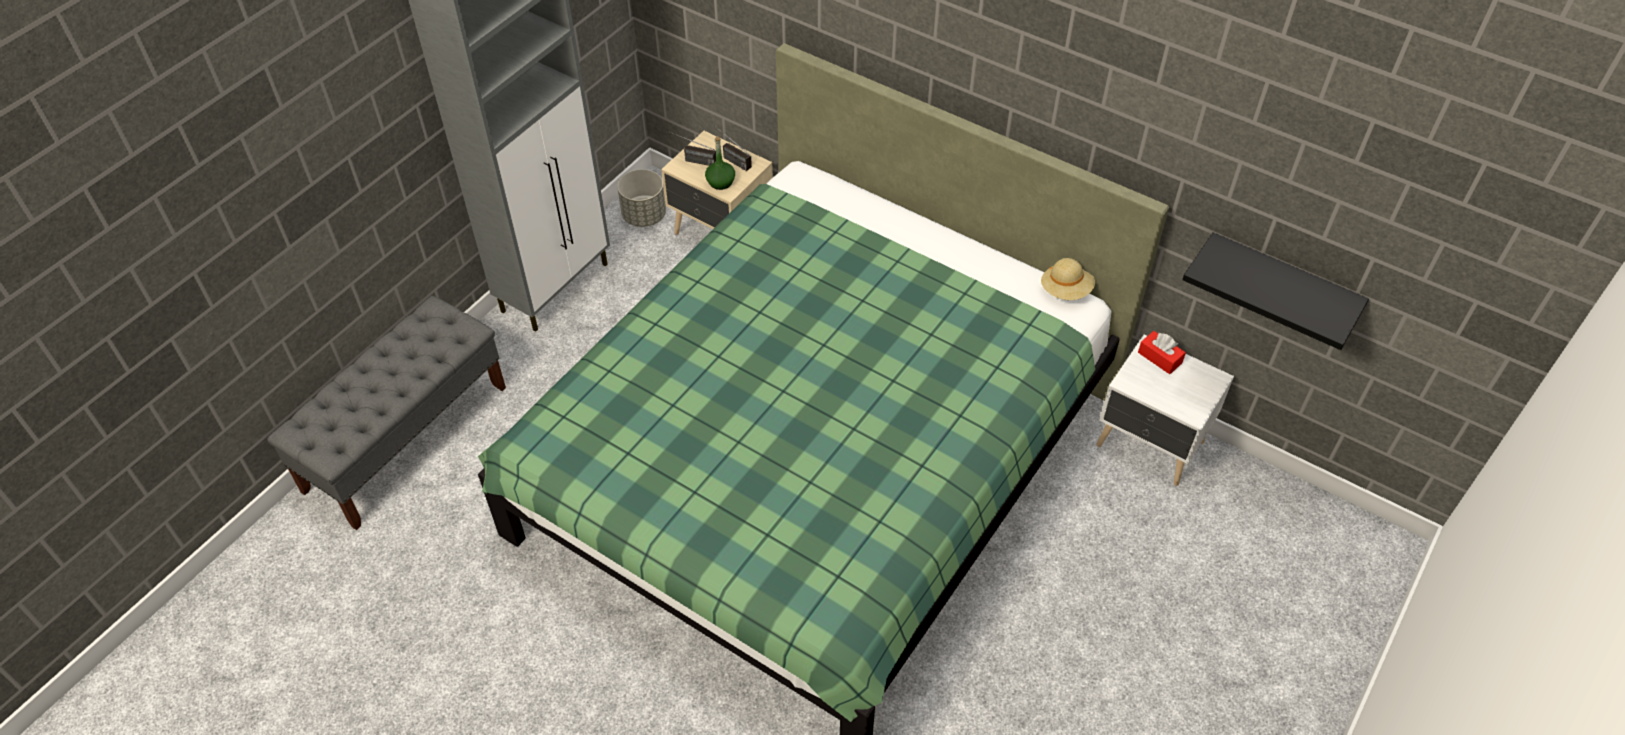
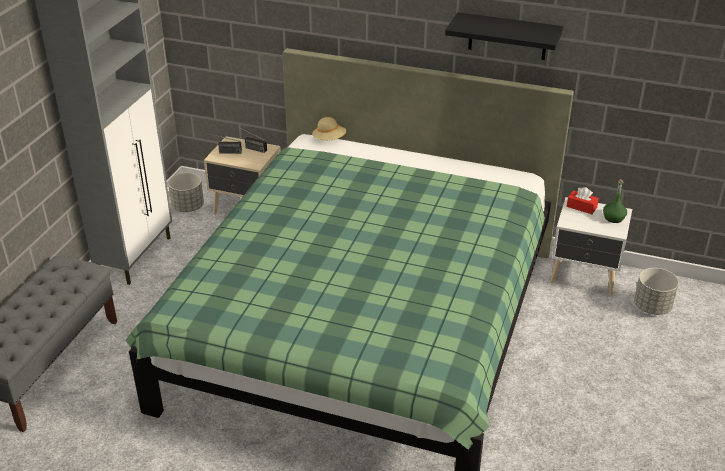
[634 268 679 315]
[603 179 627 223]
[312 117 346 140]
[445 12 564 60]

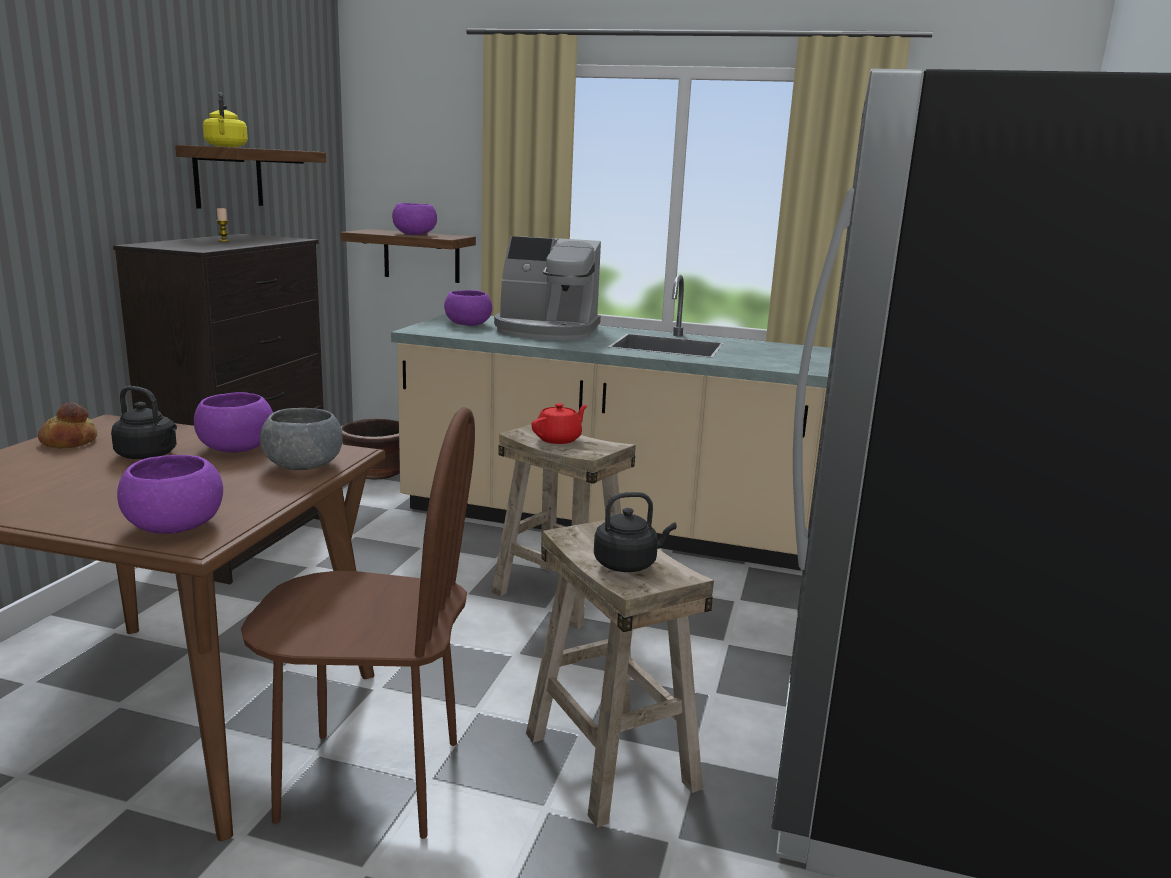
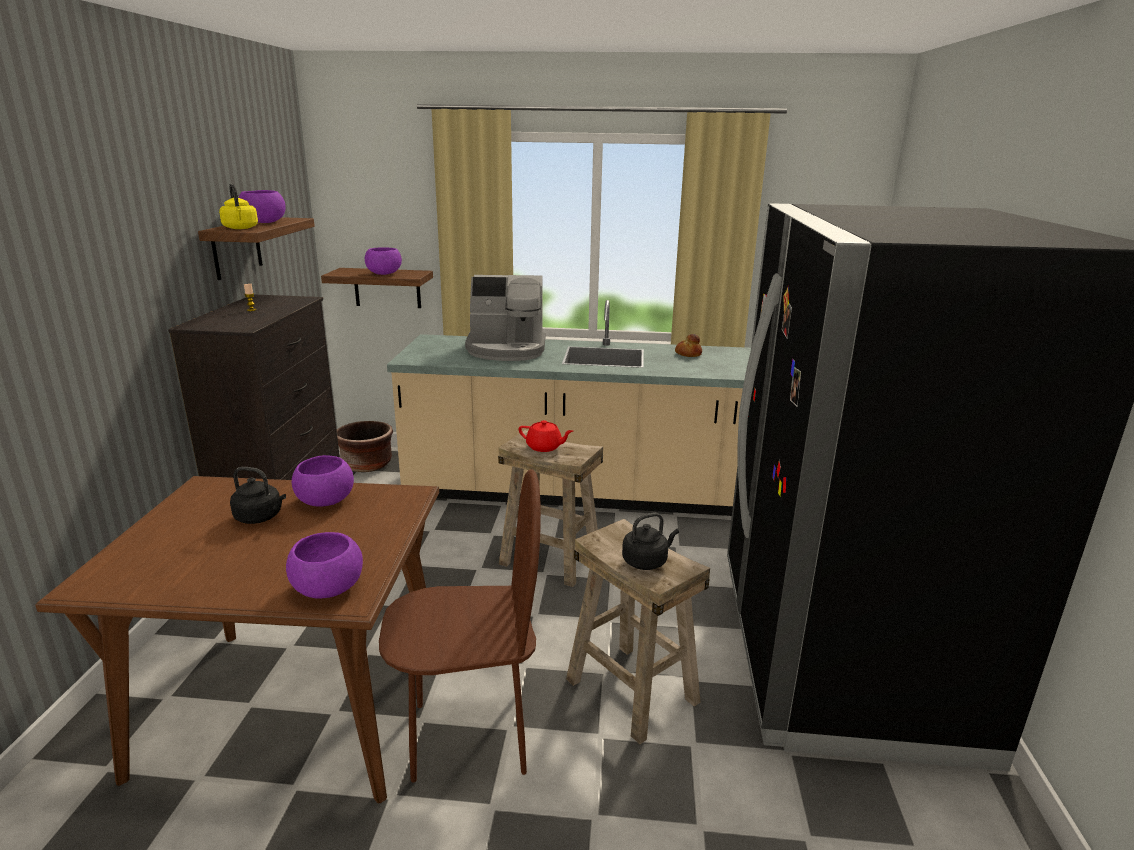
[260 408 343 470] (first image)
[675 334 702 357]
[239 190 286 223]
[519 420 573 452]

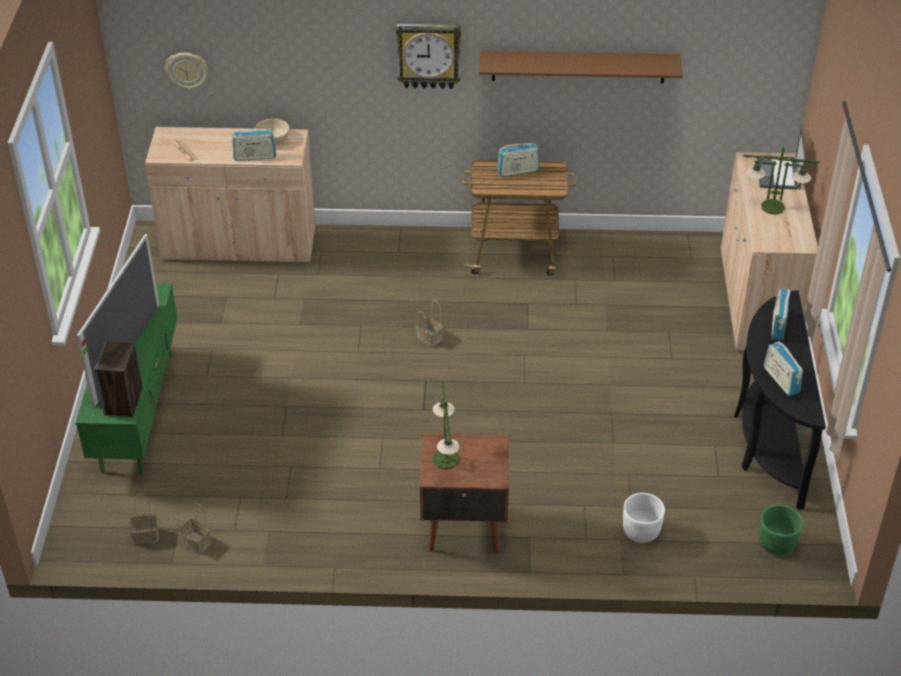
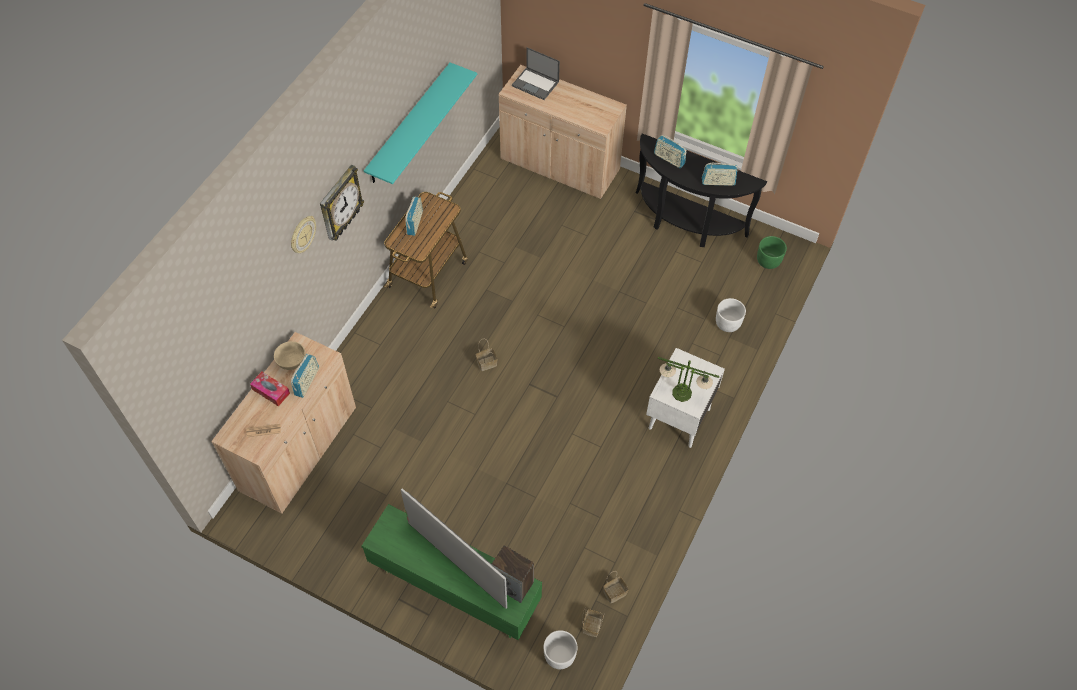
[743 147 820 215] (first image)
[250 372 290 406]
[544 630 578 669]
[291 216 316 253]
[646 348 725 448]
[364 62 477 184]

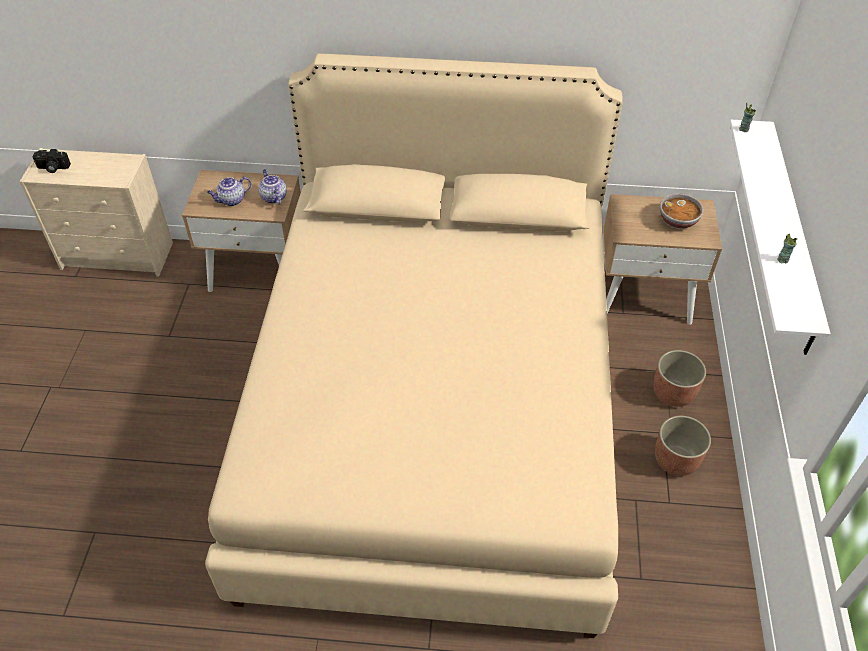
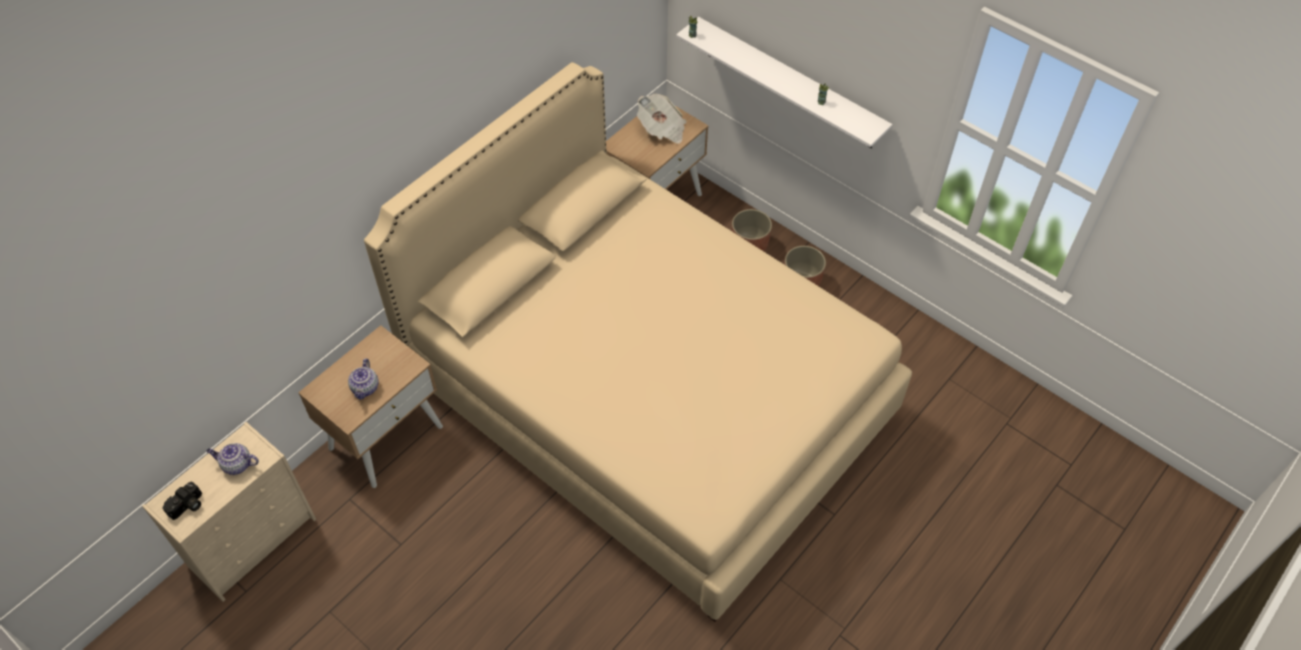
[206 443 259 475]
[637 94 686 144]

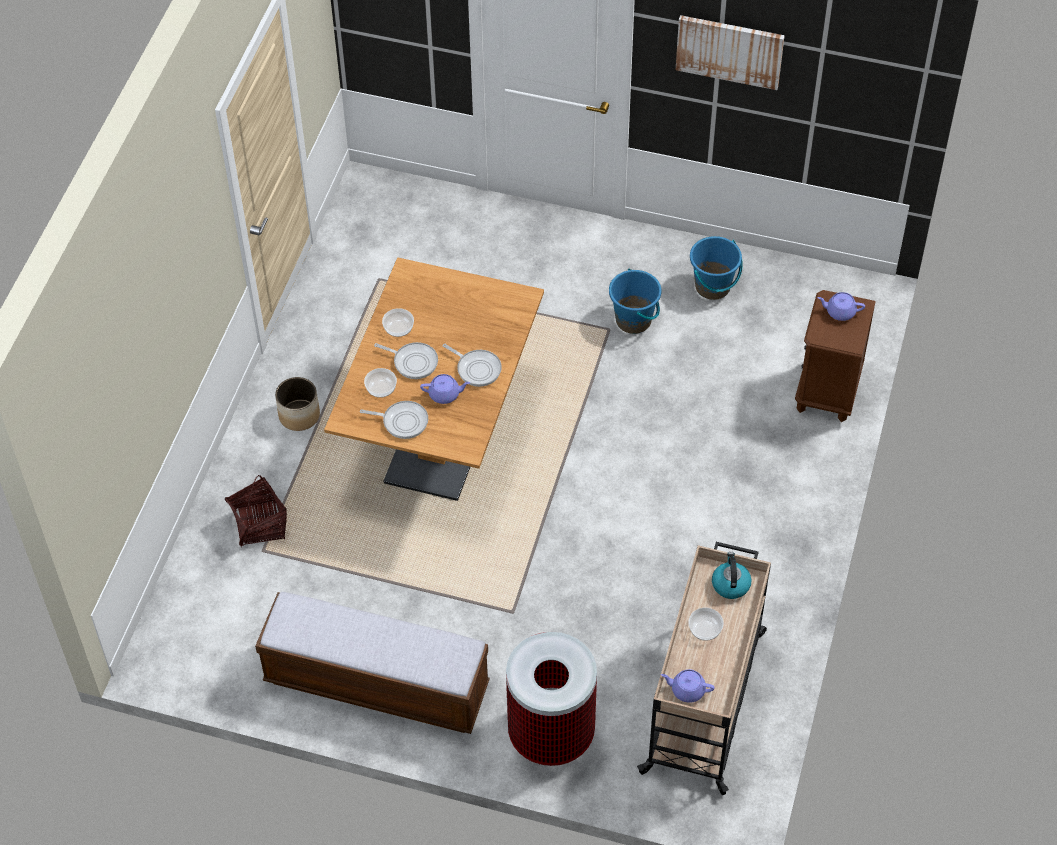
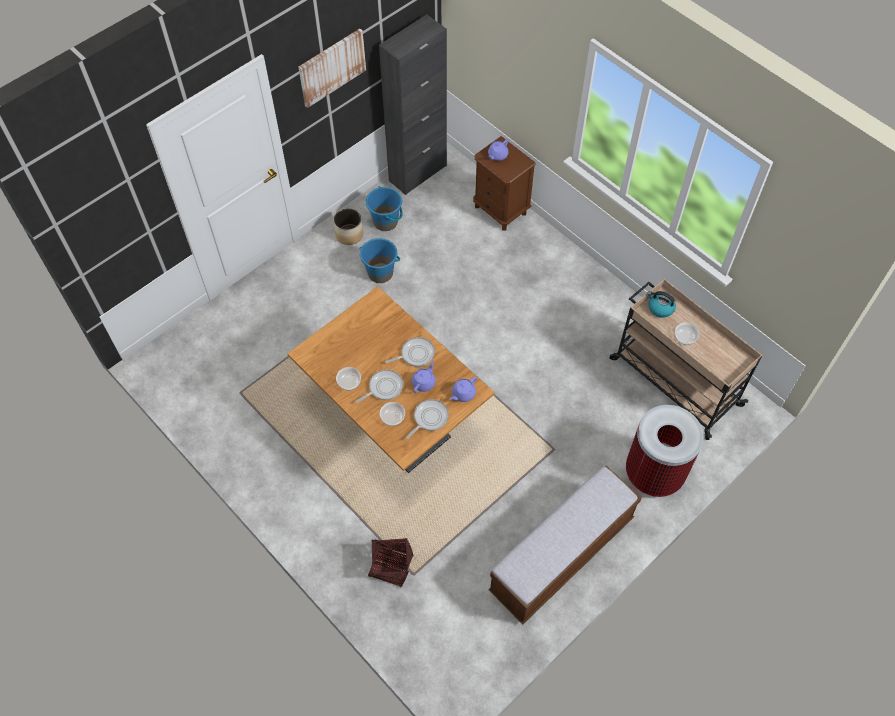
[379 15 447 195]
[333 208 363 245]
[450 376 477 402]

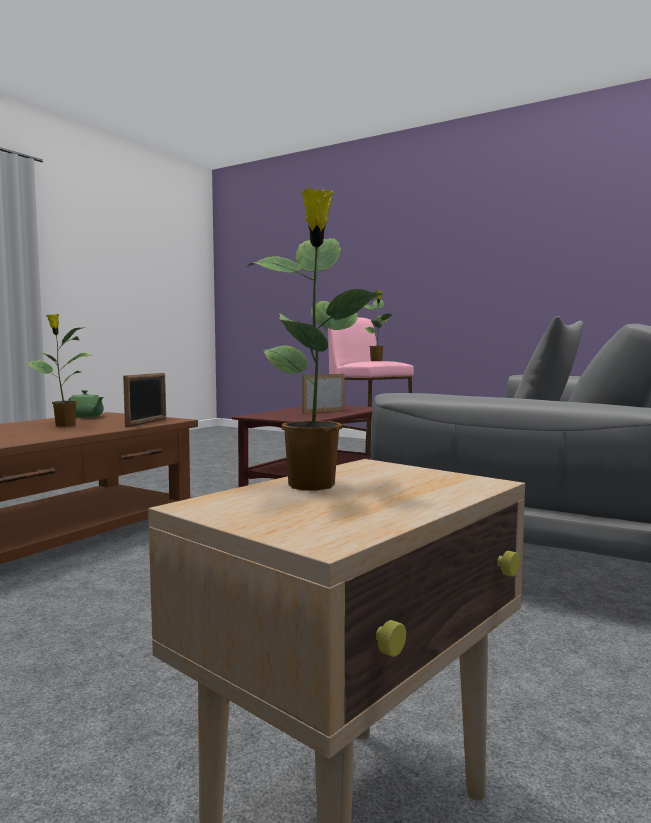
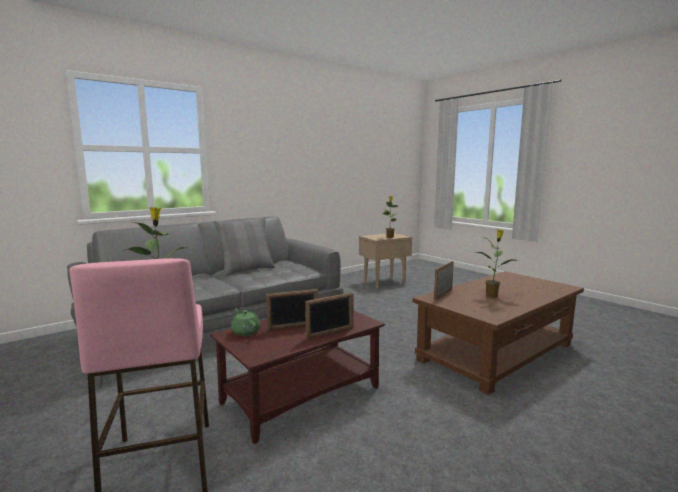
[305 292 354 339]
[231 308 261 336]

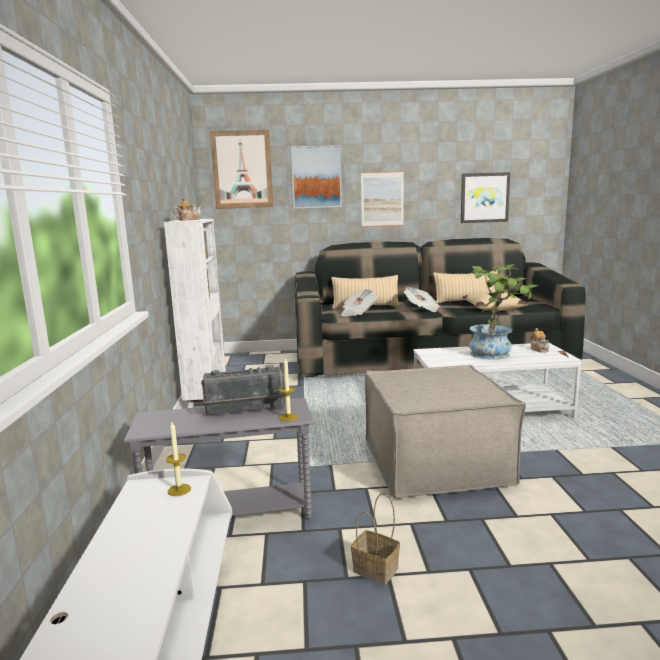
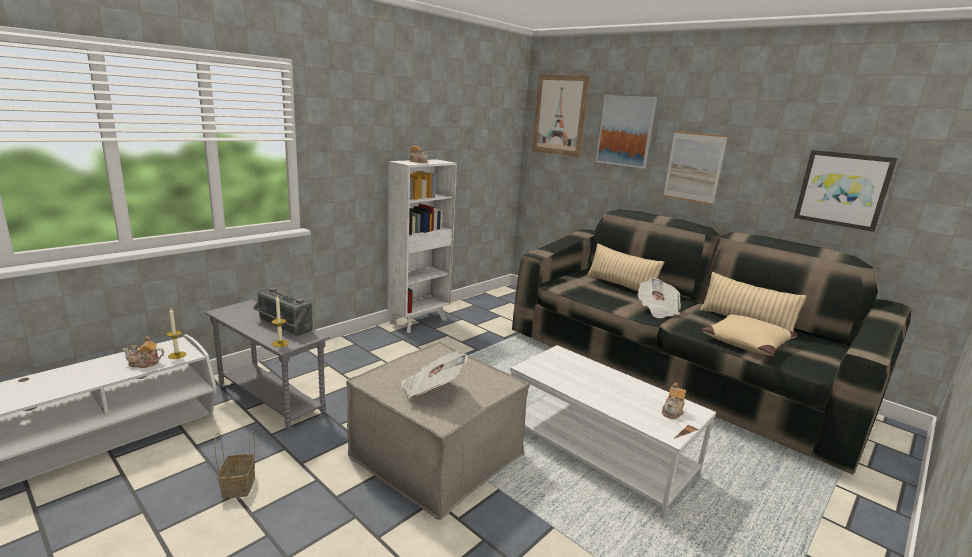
[469 264 539 360] (first image)
[123 336 164 368]
[400 351 468 398]

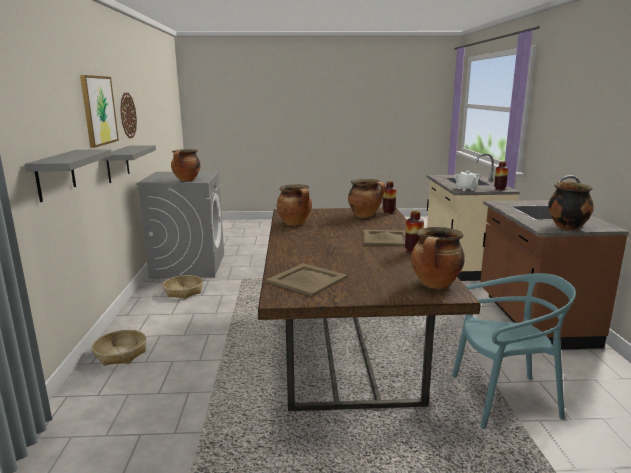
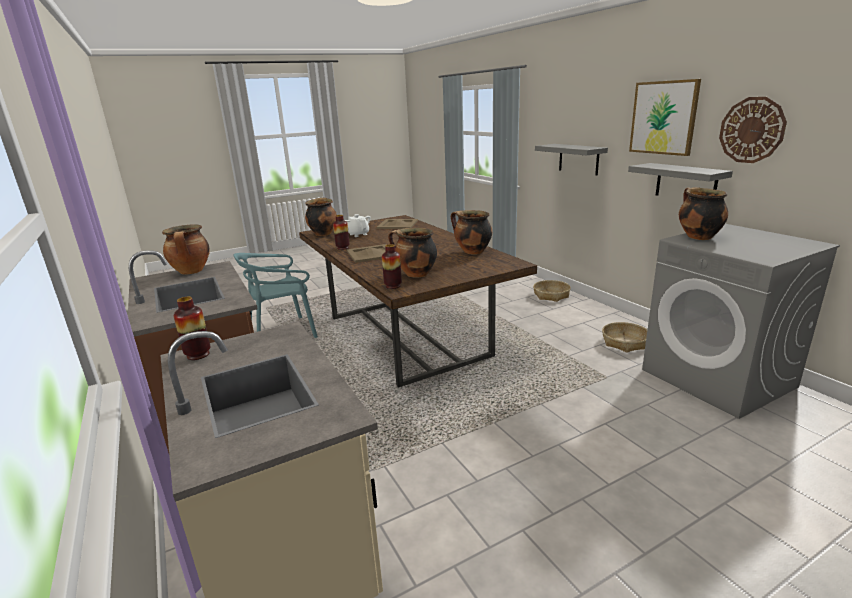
[345 214 371 237]

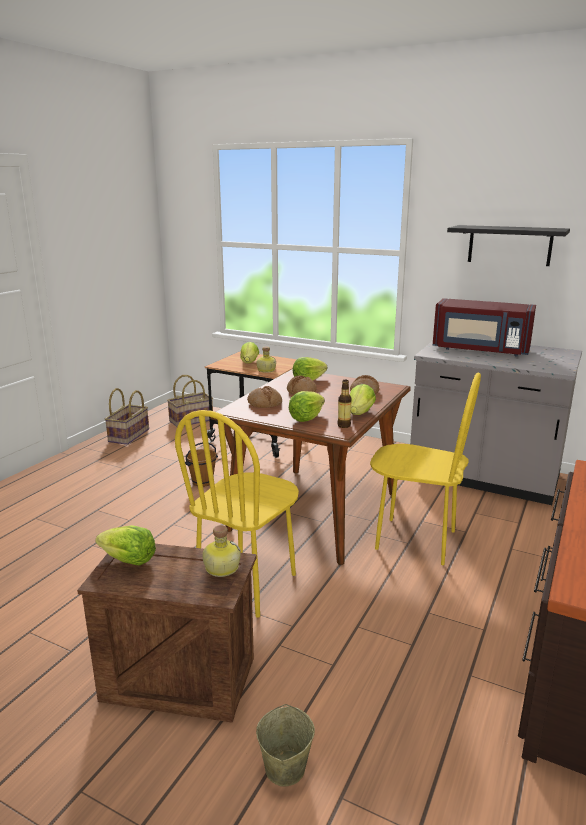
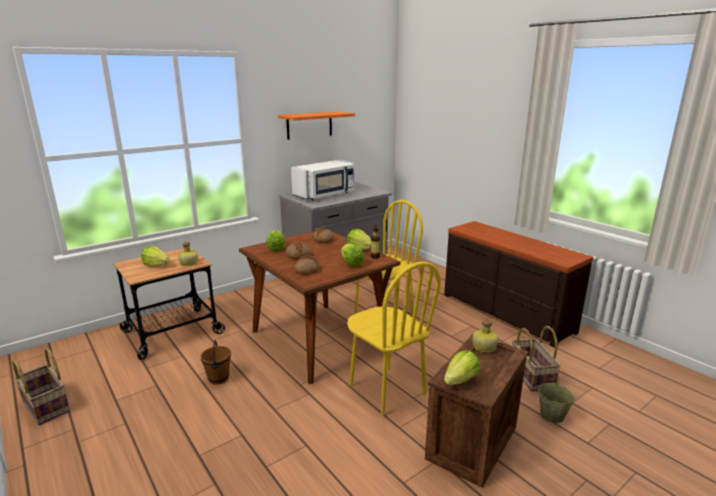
[512 326 561 392]
[291 160 354 200]
[278 111 355 140]

